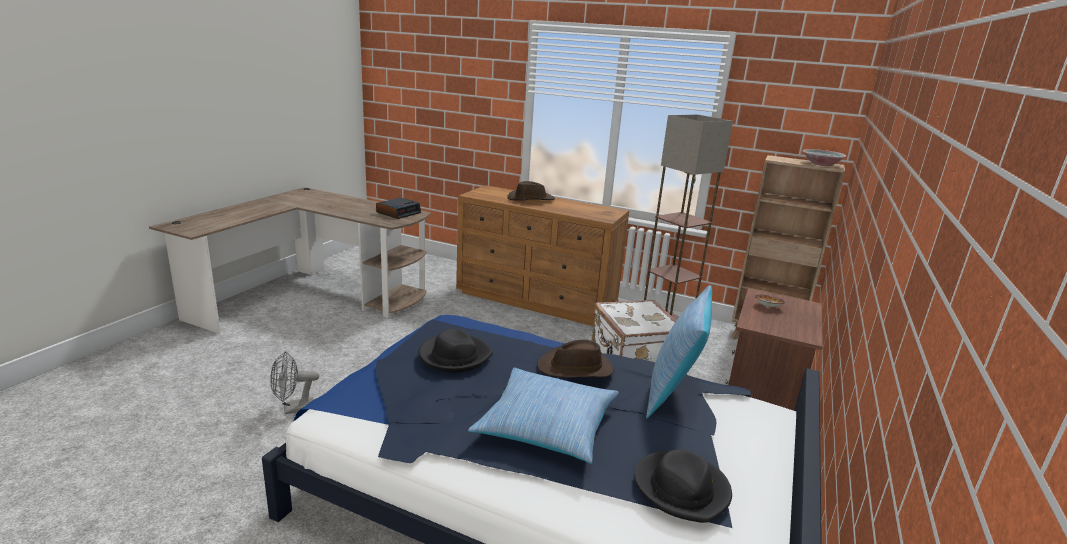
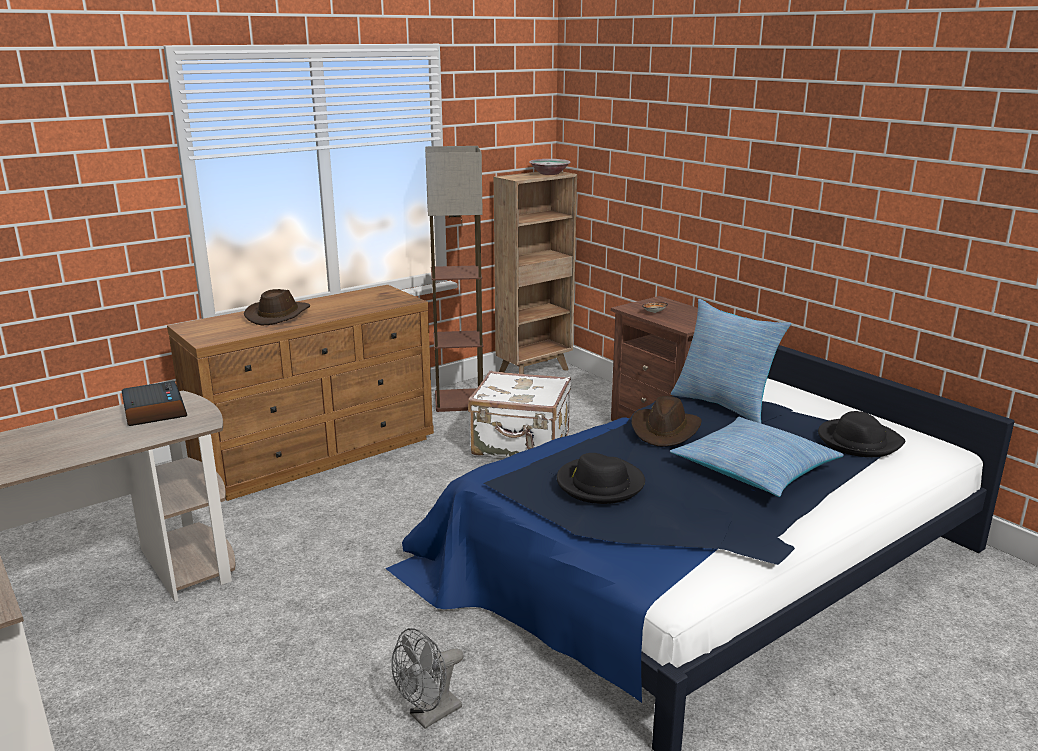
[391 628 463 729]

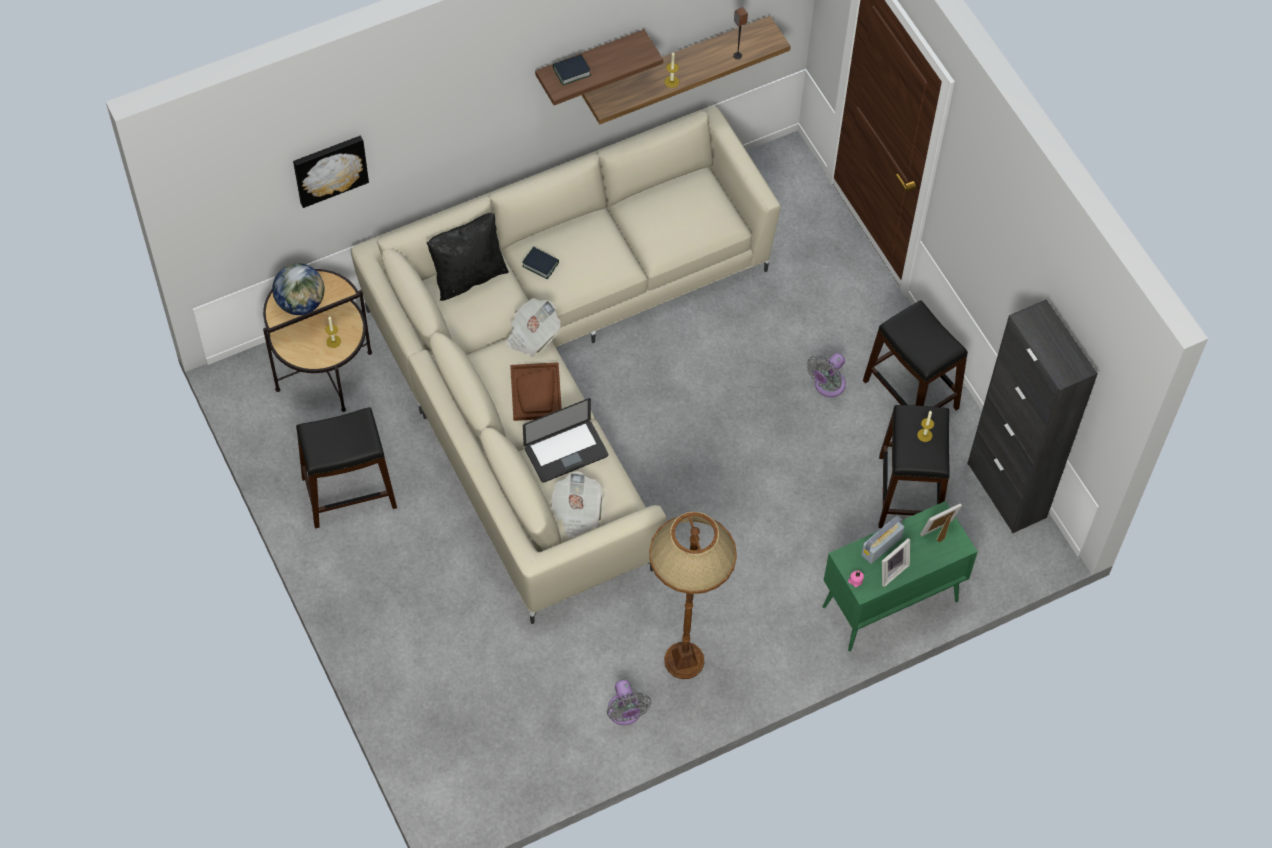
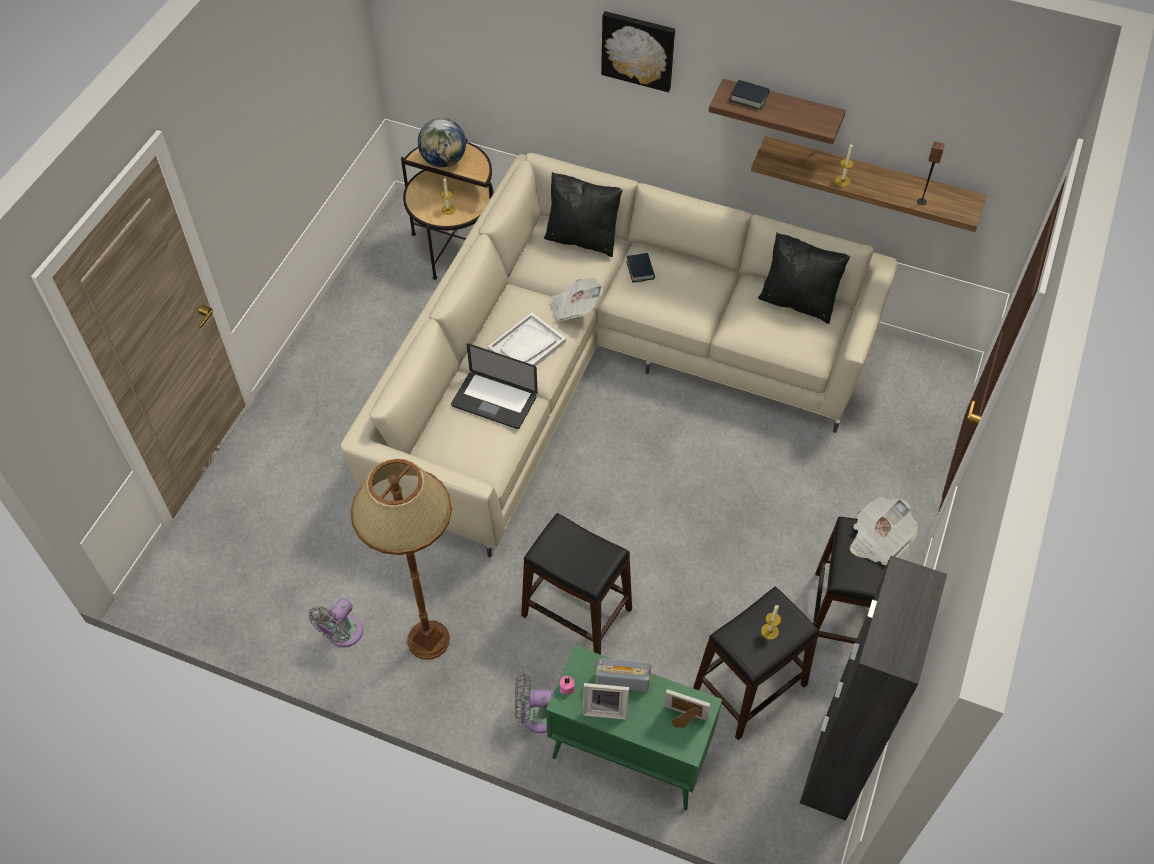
[758 233 850 324]
[601 11 675 92]
[521 513 632 655]
[850 497 918 565]
[515 673 553 733]
[488 312 566 366]

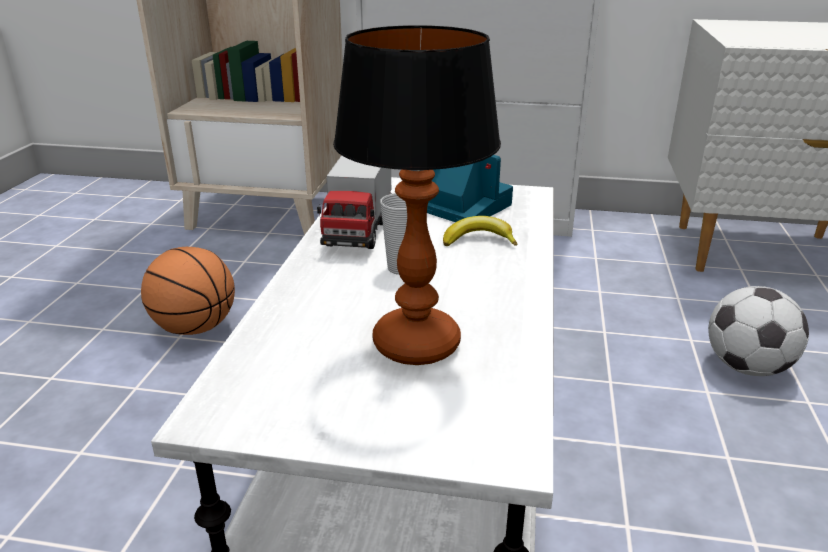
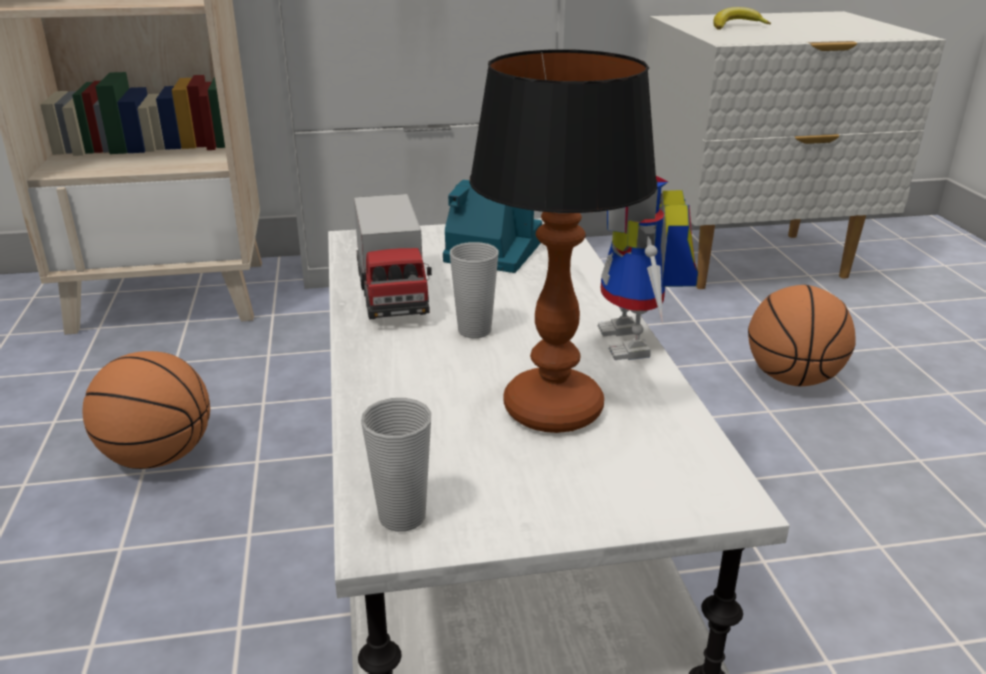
[361 398 432 532]
[598 176 698 360]
[713 7 771 30]
[748 285 856 387]

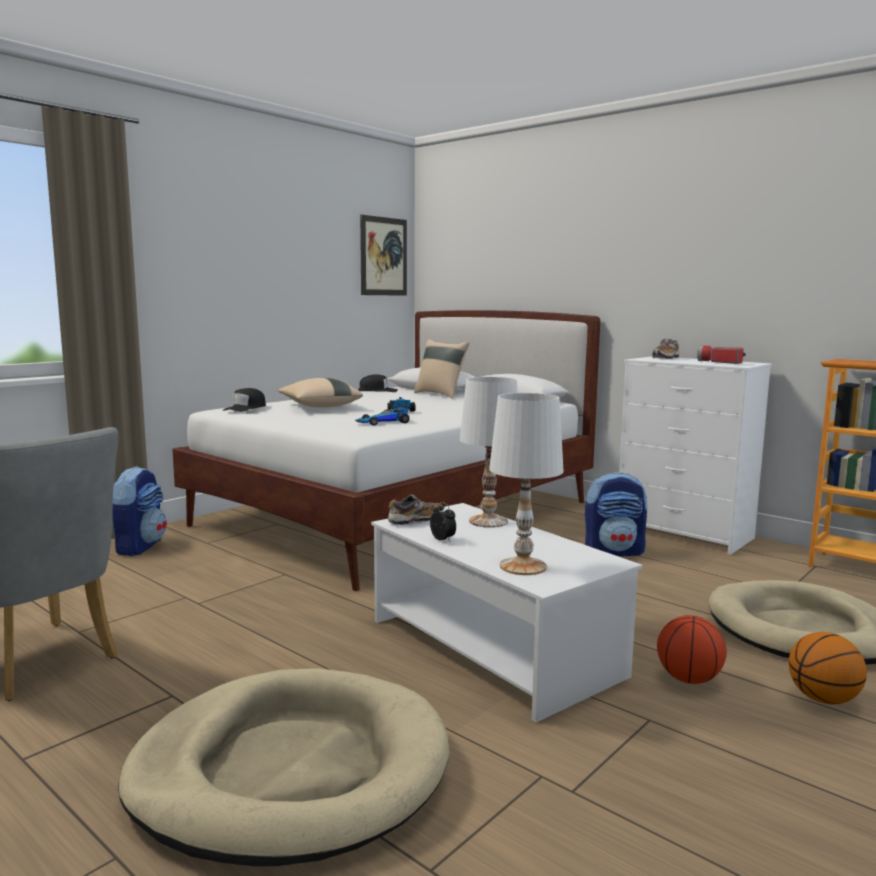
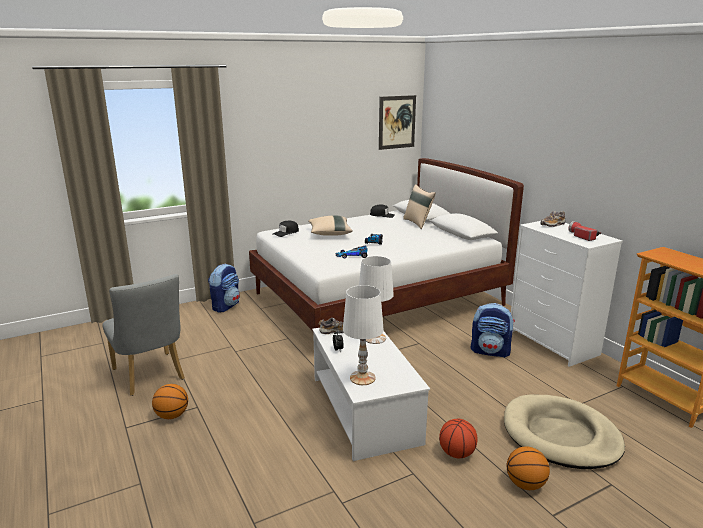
[118 668 450 866] (first image)
[152 384 188 419]

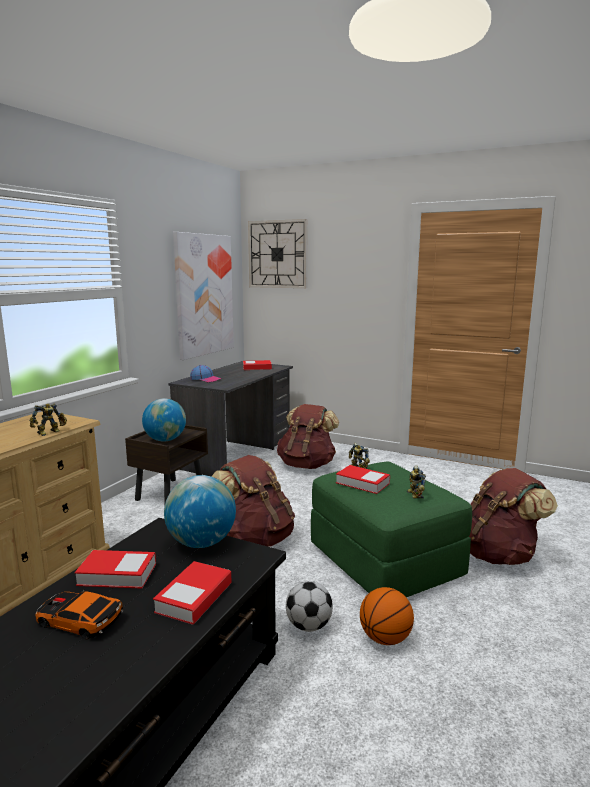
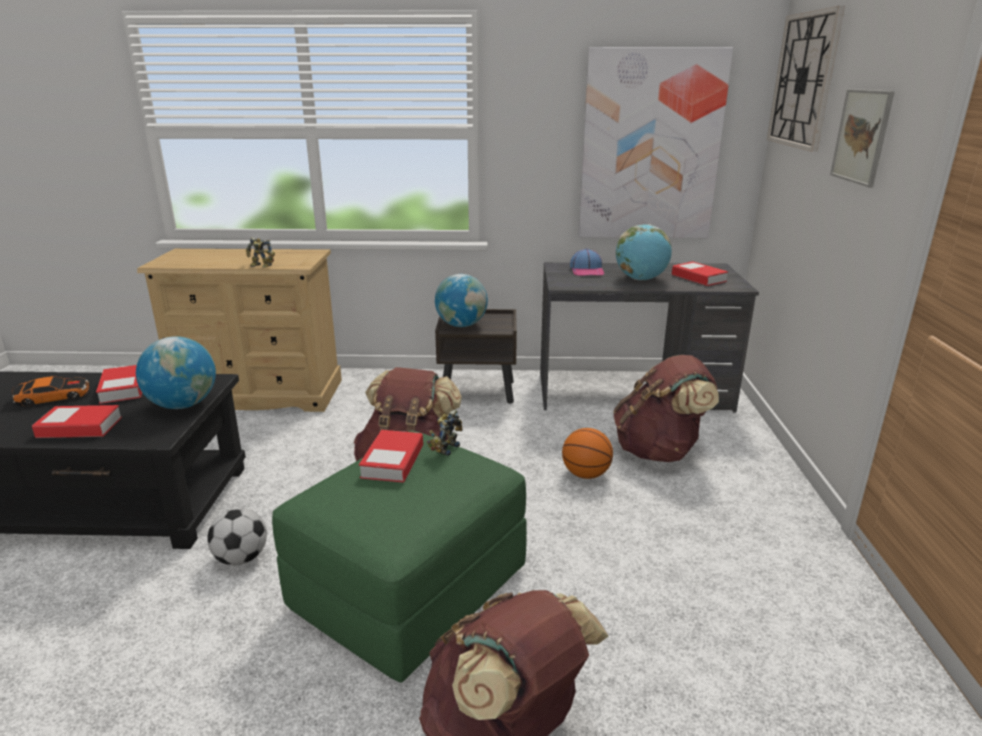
[407 465 426 498] (first image)
[616 224 672 280]
[830 89 895 187]
[562 428 613 479]
[11 376 91 407]

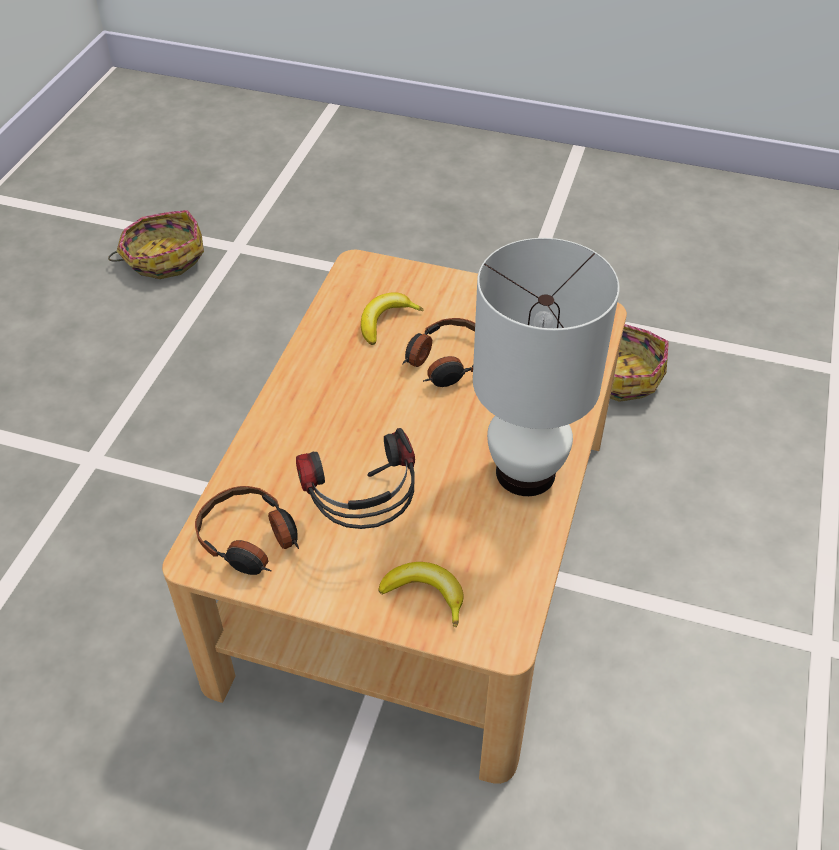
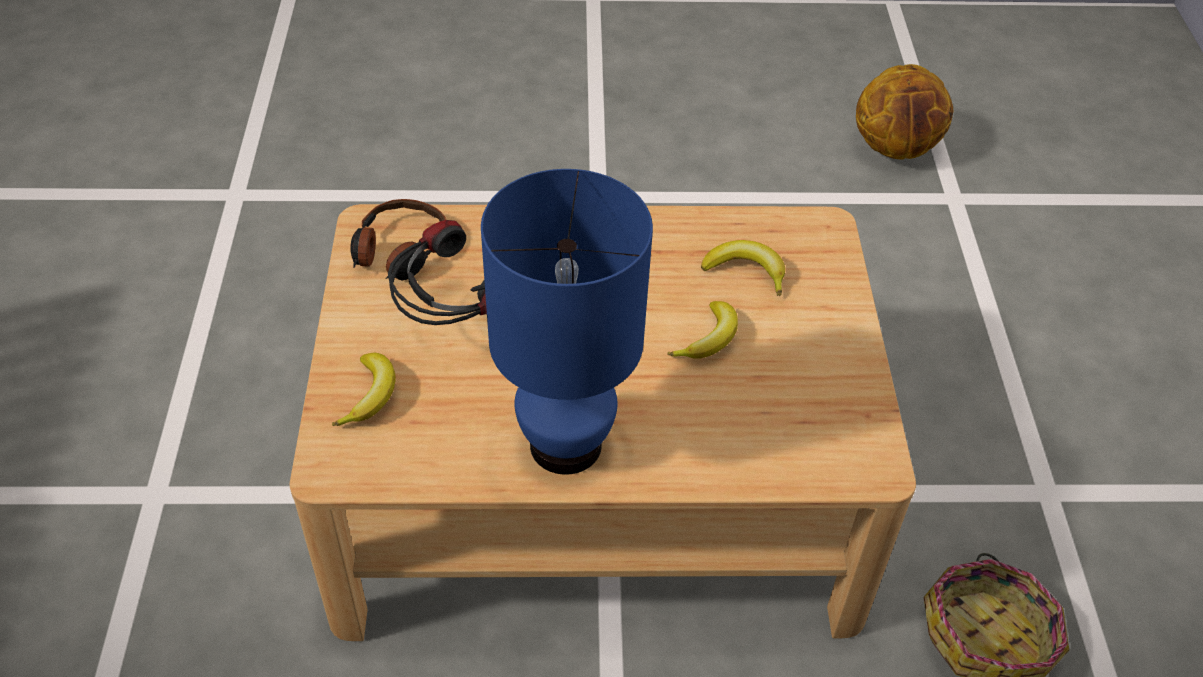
[856 64 953 159]
[667 301 738 359]
[481 169 653 475]

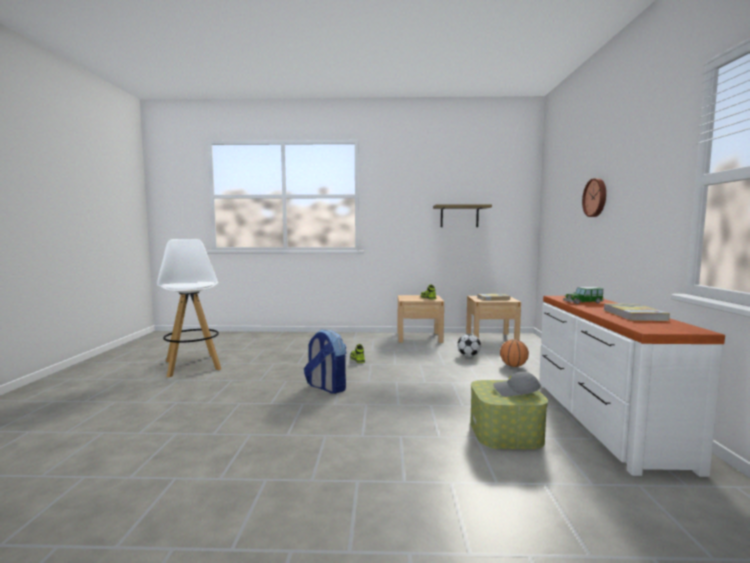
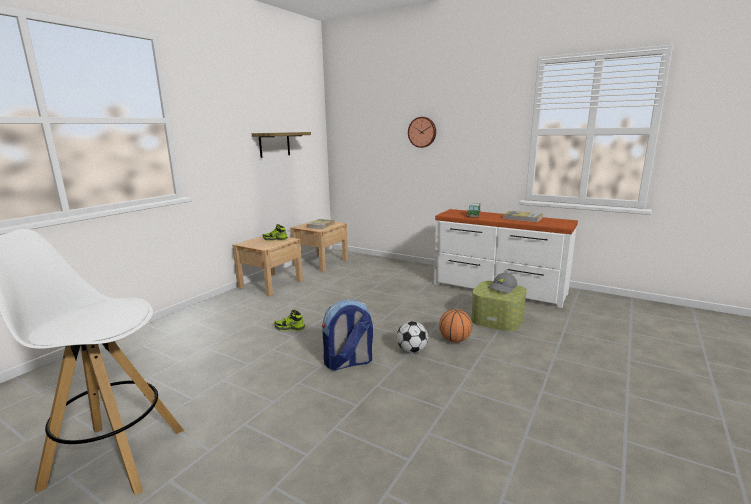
[397 321 428 353]
[439 309 472 342]

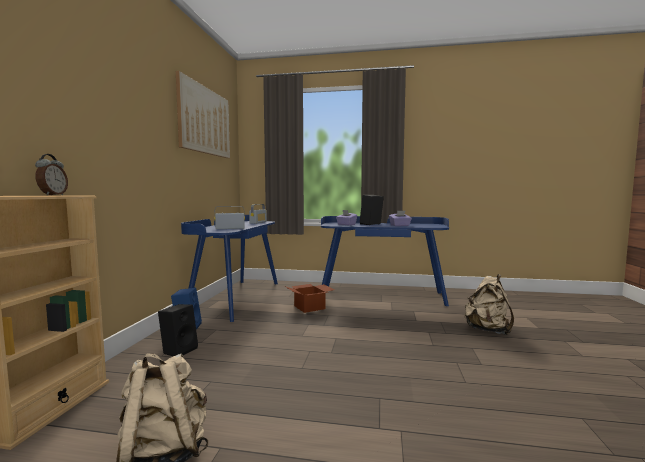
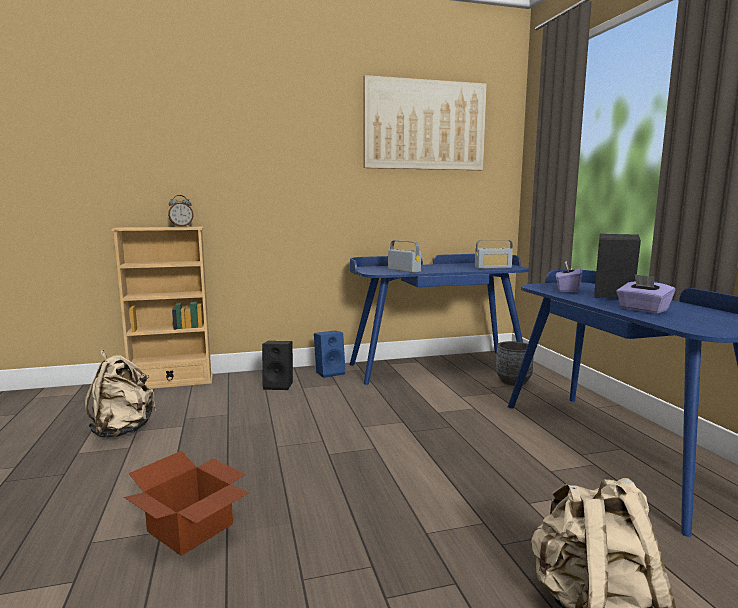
[496 341 534 386]
[124 451 249 556]

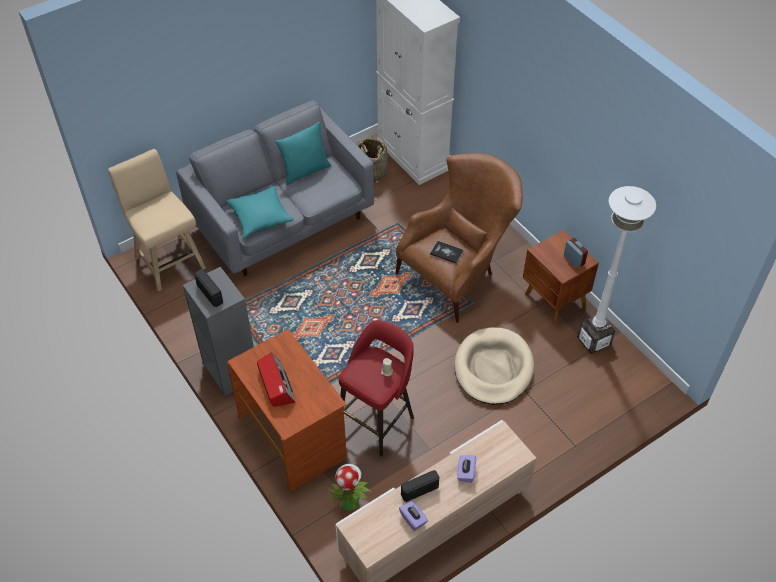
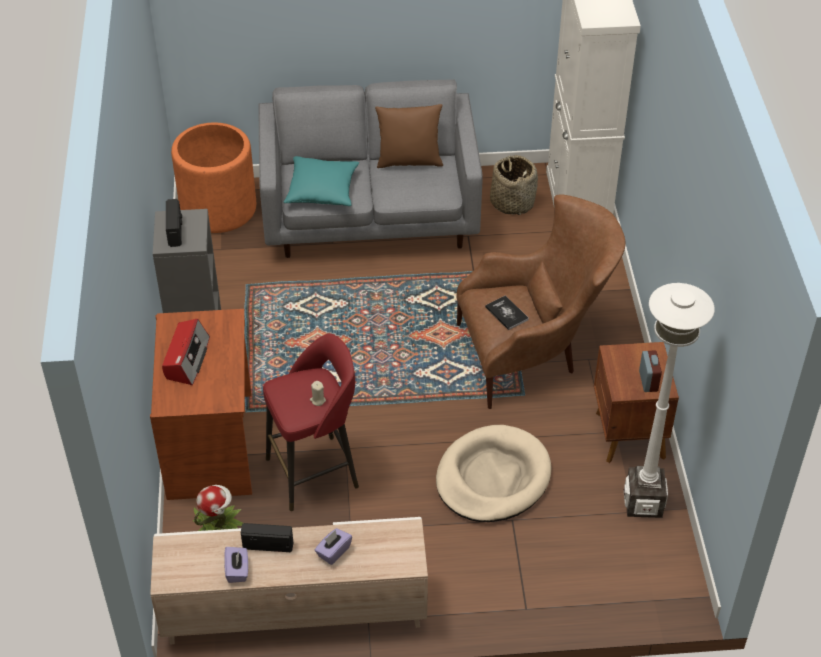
[171 123 256 233]
[375 104 443 168]

